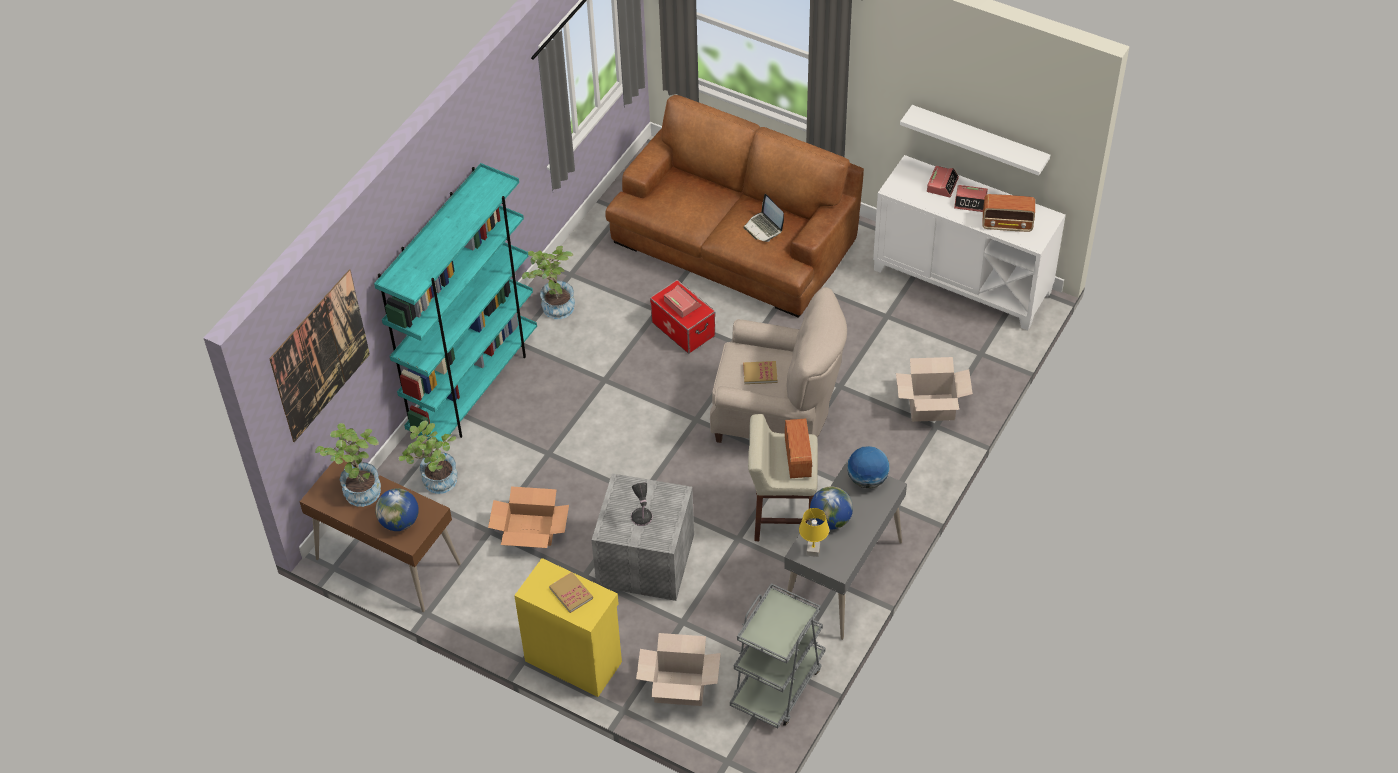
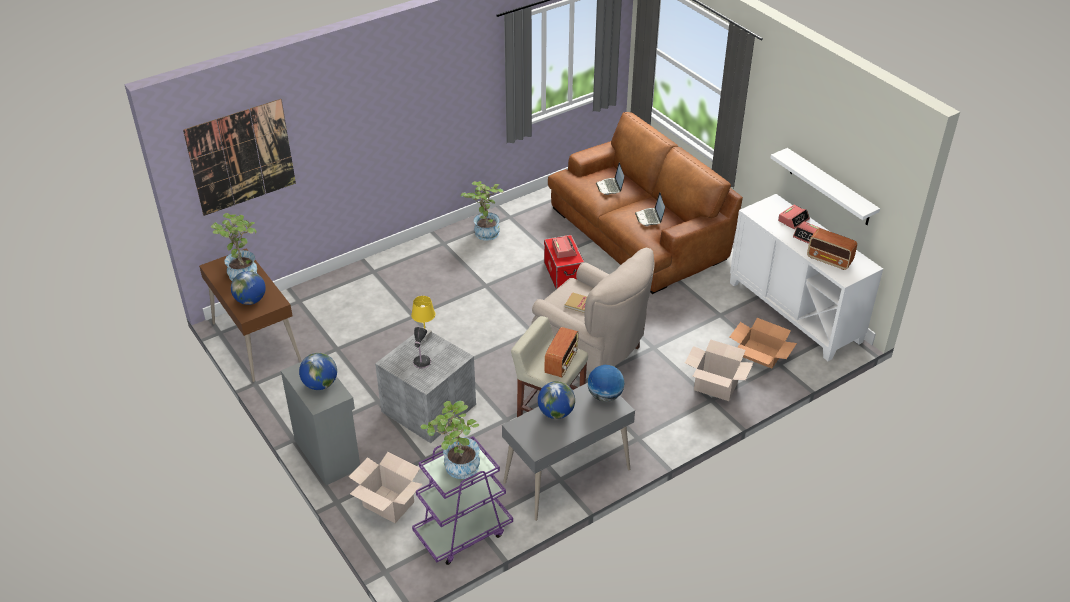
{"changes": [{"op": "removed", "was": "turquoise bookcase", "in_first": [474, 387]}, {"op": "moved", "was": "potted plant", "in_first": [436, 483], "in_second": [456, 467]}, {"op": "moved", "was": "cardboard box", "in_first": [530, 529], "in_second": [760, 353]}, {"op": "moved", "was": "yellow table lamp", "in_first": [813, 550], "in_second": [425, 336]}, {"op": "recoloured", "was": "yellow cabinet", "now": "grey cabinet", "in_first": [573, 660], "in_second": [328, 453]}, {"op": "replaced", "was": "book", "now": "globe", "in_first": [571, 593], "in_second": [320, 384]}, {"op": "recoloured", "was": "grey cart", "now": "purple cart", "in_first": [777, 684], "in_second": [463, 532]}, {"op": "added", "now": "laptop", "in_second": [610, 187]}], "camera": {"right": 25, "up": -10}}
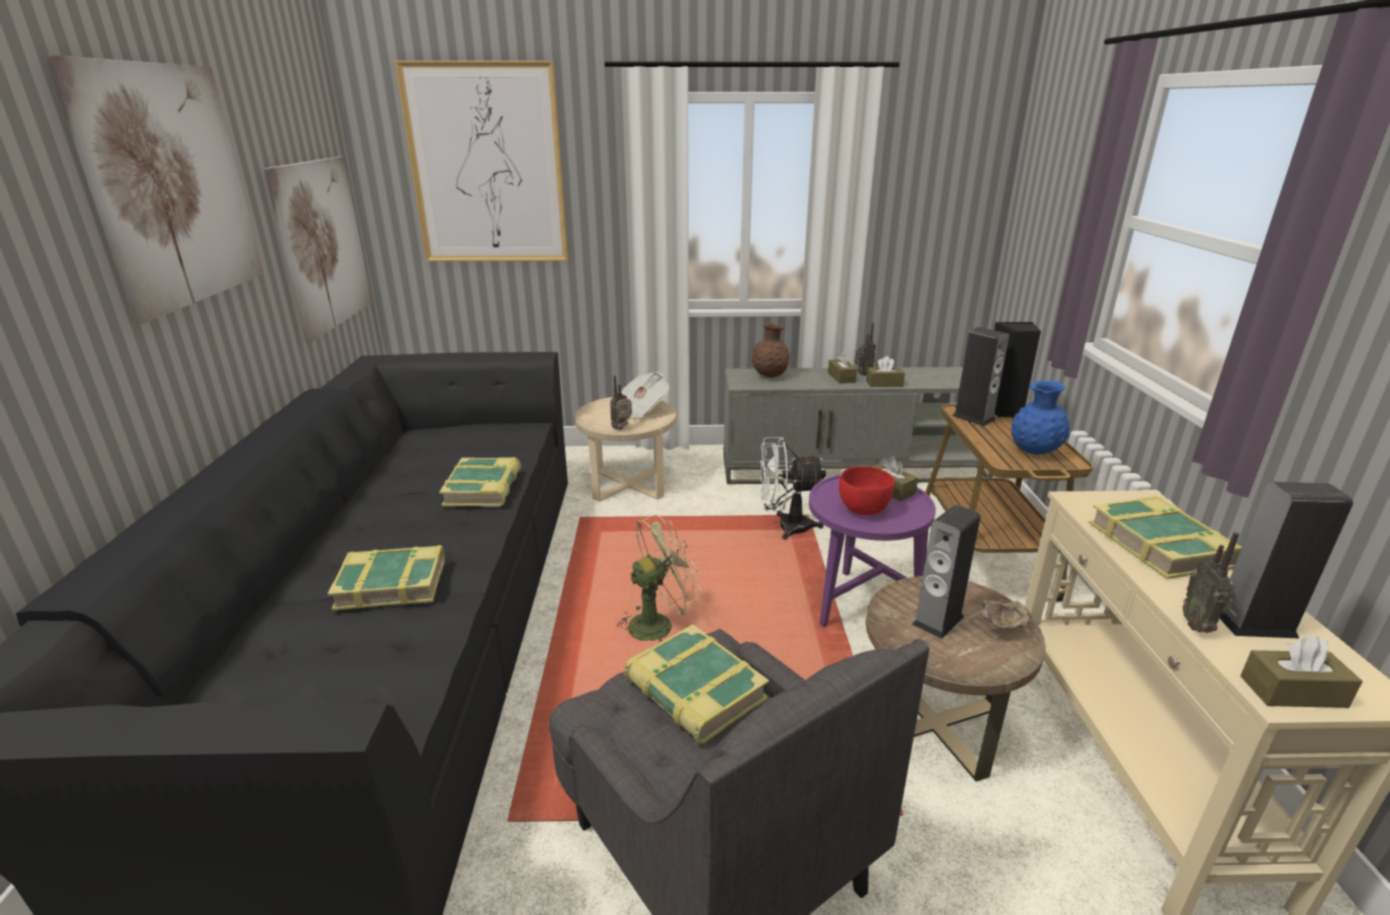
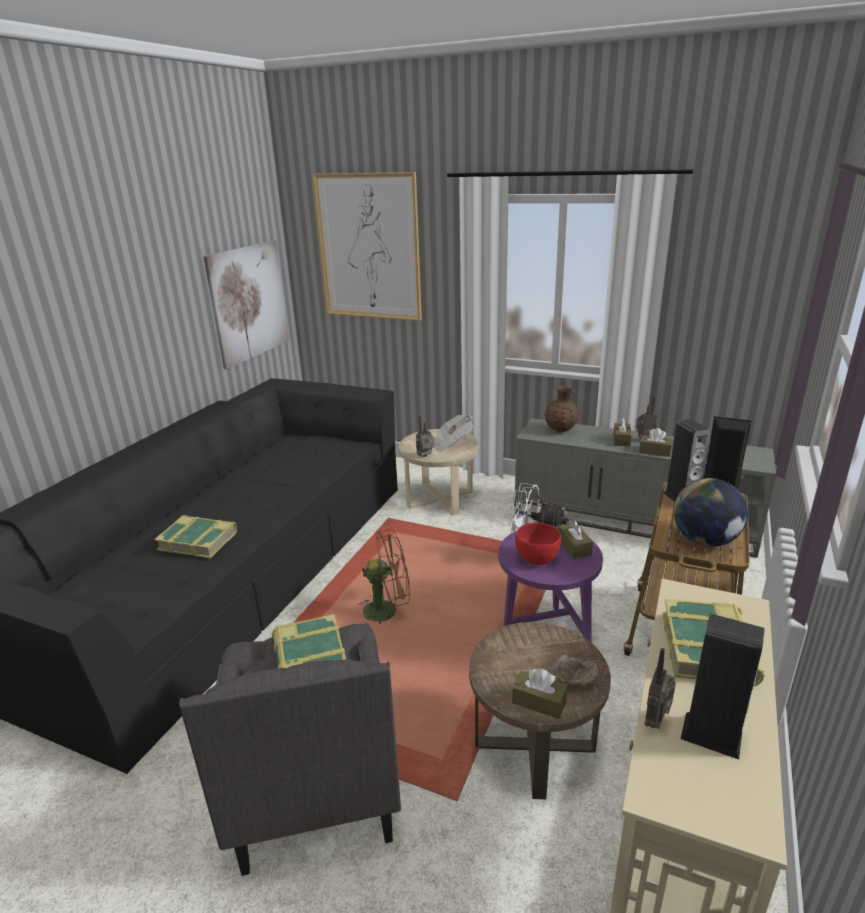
{"changes": [{"op": "removed", "was": "picture", "in_first": [172, 186]}, {"op": "replaced", "was": "blue vase", "now": "globe", "in_first": [1034, 452], "in_second": [705, 540]}, {"op": "removed", "was": "book", "in_first": [484, 489]}, {"op": "removed", "was": "speaker", "in_first": [938, 620]}, {"op": "recoloured", "was": "green fan", "now": "brown fan", "in_first": [658, 623], "in_second": [387, 610]}, {"op": "moved", "was": "brown tissue box", "in_first": [1292, 692], "in_second": [539, 702]}], "camera": {"right": 25, "up": 0}}
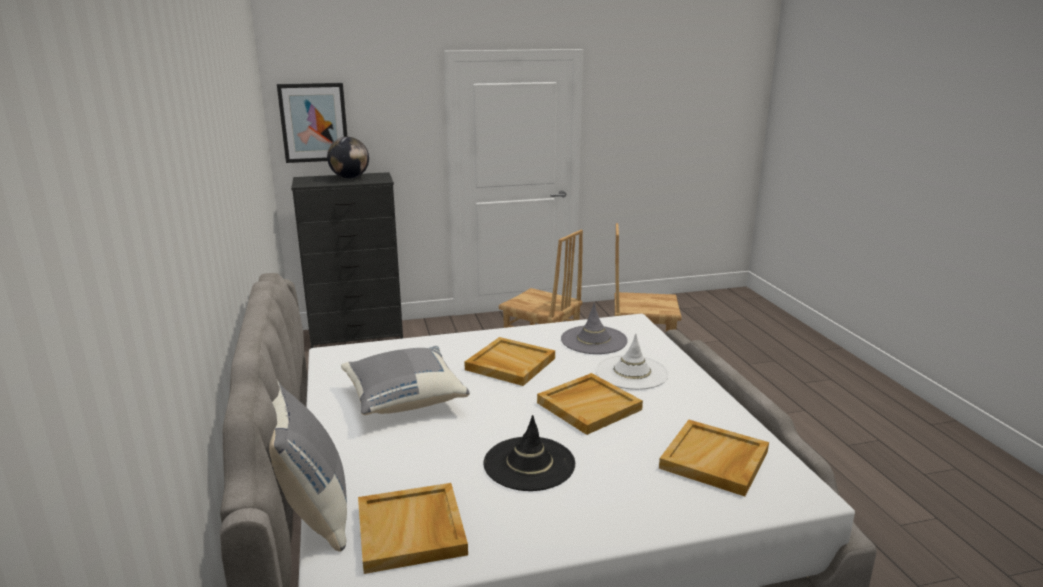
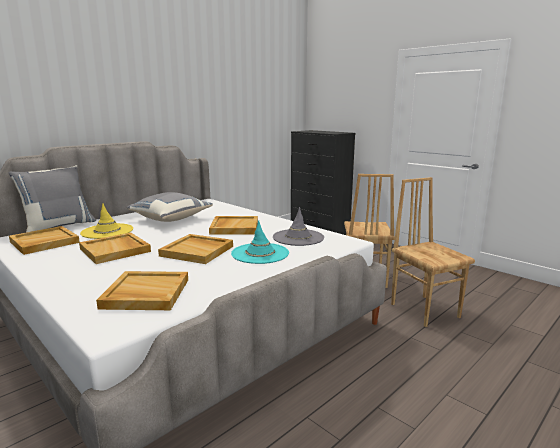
{"changes": [{"op": "removed", "was": "picture", "in_first": [314, 122]}, {"op": "removed", "was": "globe", "in_first": [350, 178]}, {"op": "recoloured", "was": "white hat", "now": "turquoise hat", "in_first": [631, 372], "in_second": [260, 253]}, {"op": "replaced", "was": "black hat", "now": "beige tray", "in_first": [529, 464], "in_second": [116, 250]}, {"op": "added", "now": "yellow hat", "in_second": [107, 231]}], "camera": {"right": 60, "up": -5}}
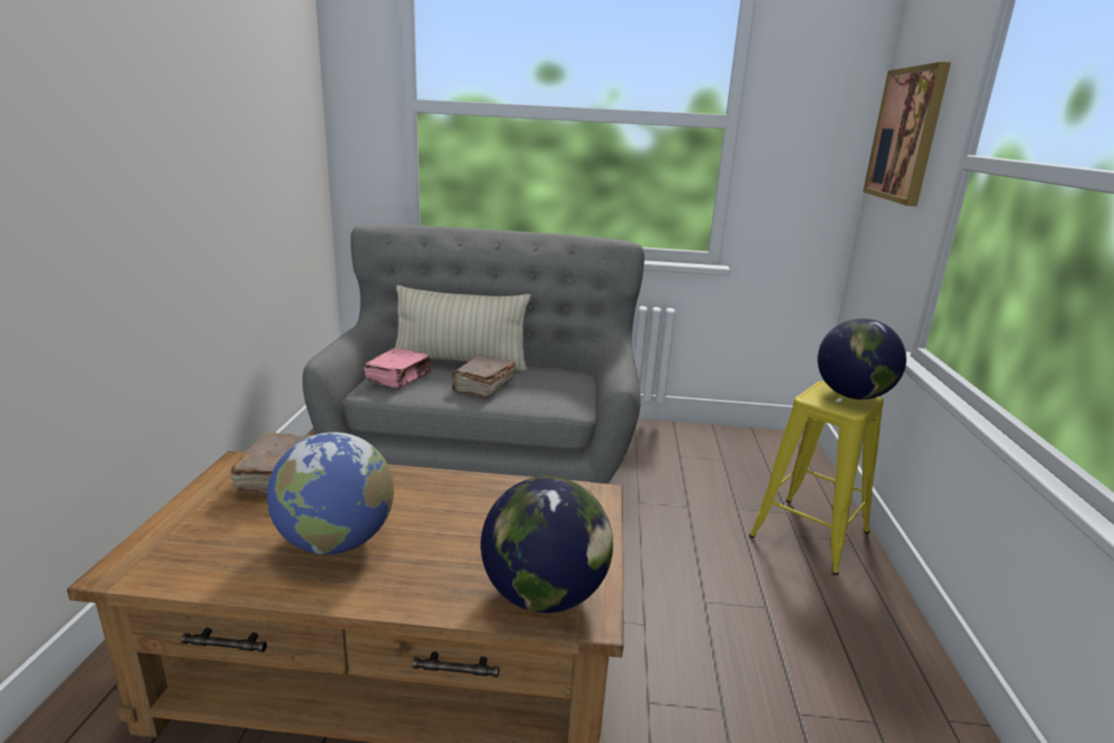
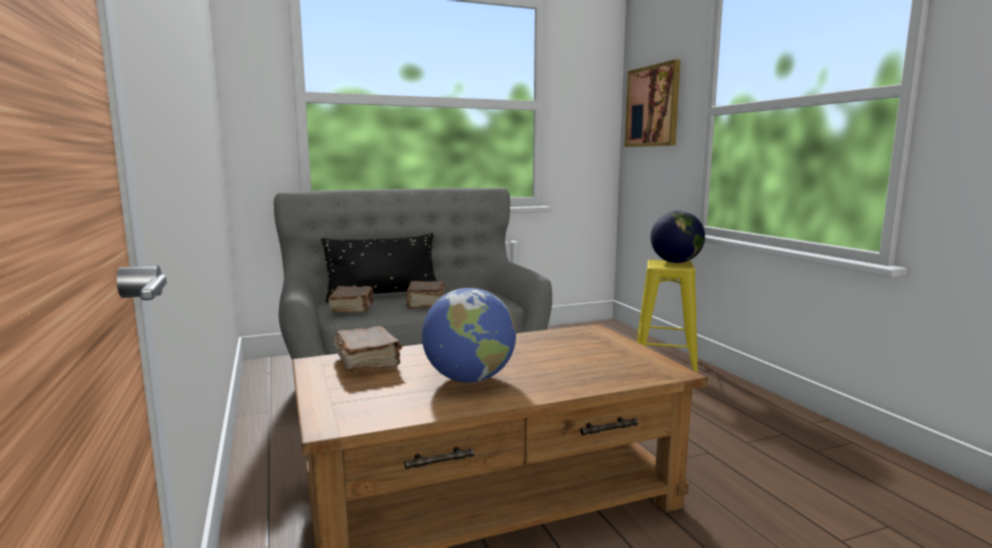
{"changes": [{"op": "recoloured", "was": "beige pillow", "now": "black pillow", "in_first": [460, 362], "in_second": [383, 296]}, {"op": "recoloured", "was": "pink book", "now": "brown book", "in_first": [399, 378], "in_second": [353, 309]}, {"op": "removed", "was": "globe", "in_first": [543, 596]}], "camera": {"right": -25, "up": -10}}
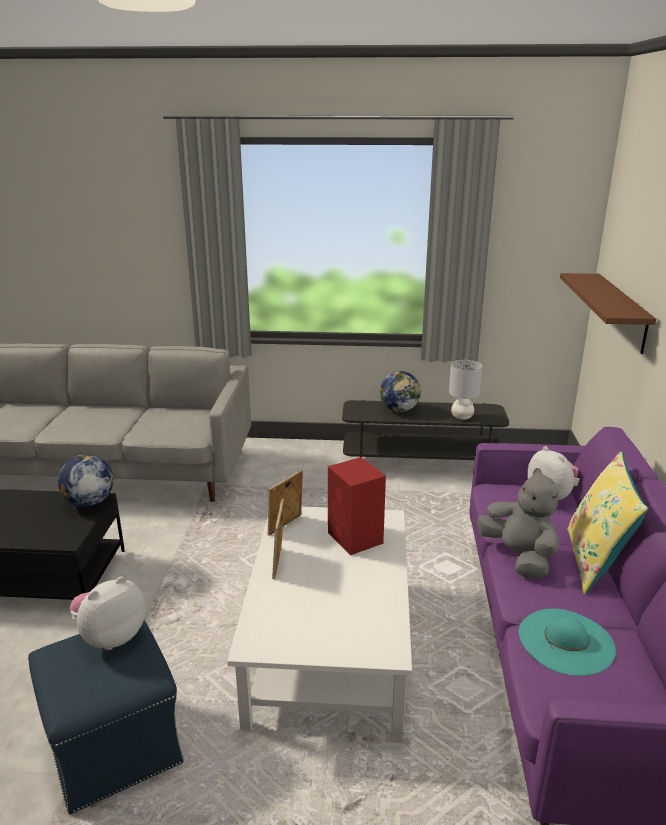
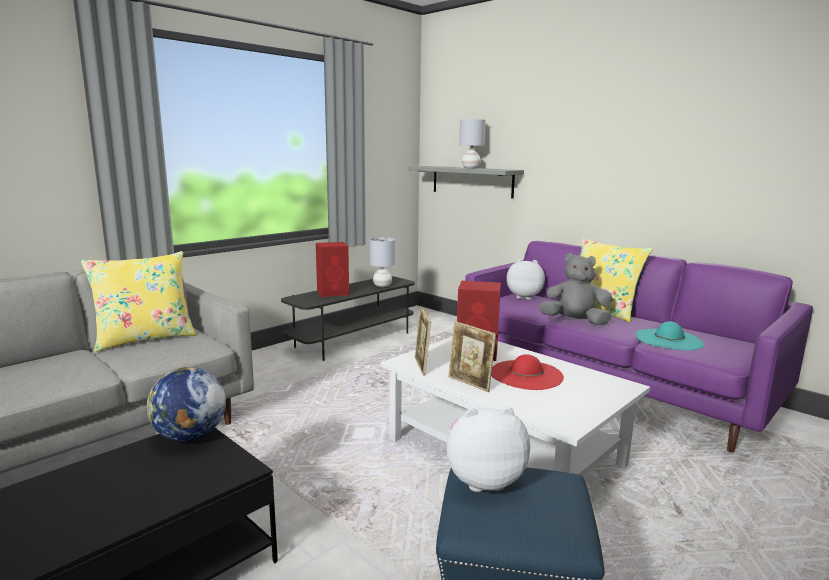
{"changes": [{"op": "recoloured", "was": "brown shelf", "now": "grey shelf", "in_first": [621, 312], "in_second": [472, 181]}, {"op": "replaced", "was": "globe", "now": "red speaker", "in_first": [399, 410], "in_second": [333, 292]}, {"op": "turned", "was": "plush toy", "in_first": [111, 636], "in_second": [483, 480], "clockwise": 90}, {"op": "added", "now": "grey table lamp", "in_second": [471, 168]}, {"op": "added", "now": "yellow pillow", "in_second": [145, 339]}, {"op": "added", "now": "red hat", "in_second": [526, 374]}], "camera": {"right": -50, "up": -10}}
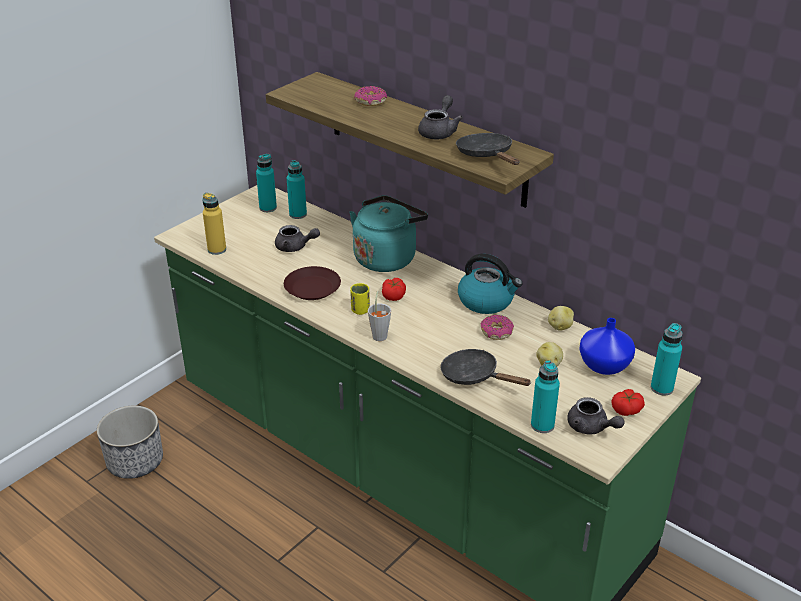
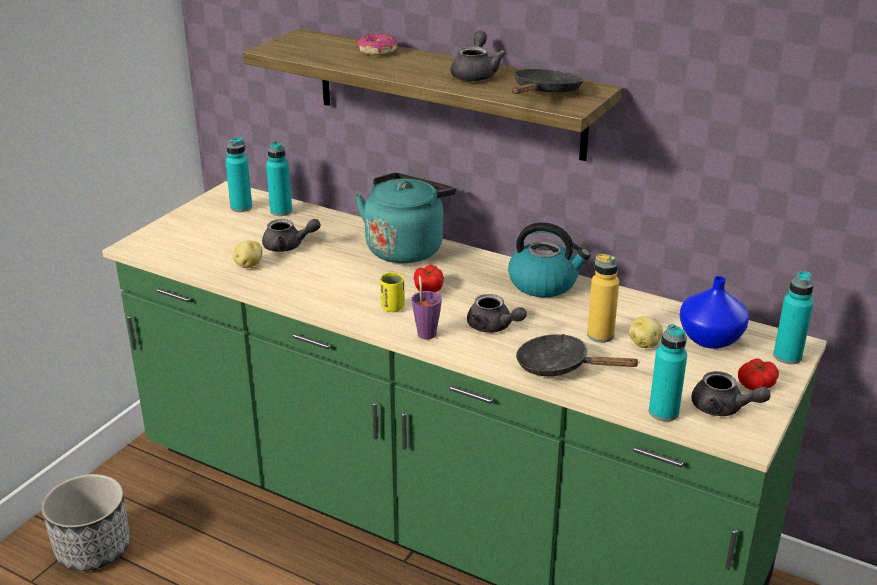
{"changes": [{"op": "turned", "was": "black frying pan", "in_first": [487, 155], "in_second": [544, 93], "clockwise": 60}, {"op": "moved", "was": "yellow bottle", "in_first": [217, 249], "in_second": [600, 335]}, {"op": "removed", "was": "brown plate", "in_first": [312, 288]}, {"op": "recoloured", "was": "grey cup", "now": "purple cup", "in_first": [380, 334], "in_second": [426, 331]}, {"op": "moved", "was": "potato", "in_first": [559, 326], "in_second": [248, 265]}, {"op": "removed", "was": "donut", "in_first": [496, 332]}, {"op": "added", "now": "grey teapot", "in_second": [493, 327]}], "camera": {"right": -10, "up": -5}}
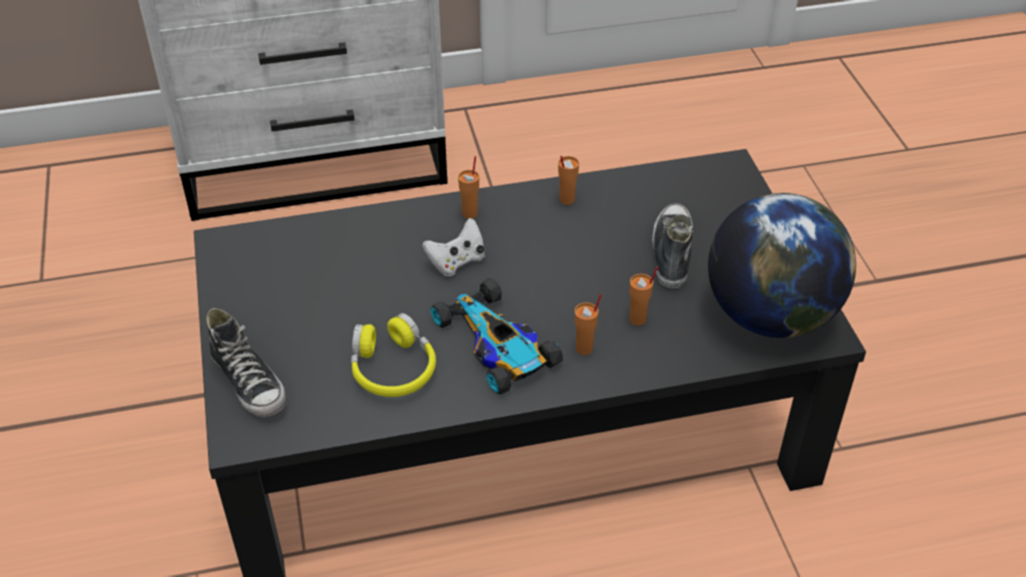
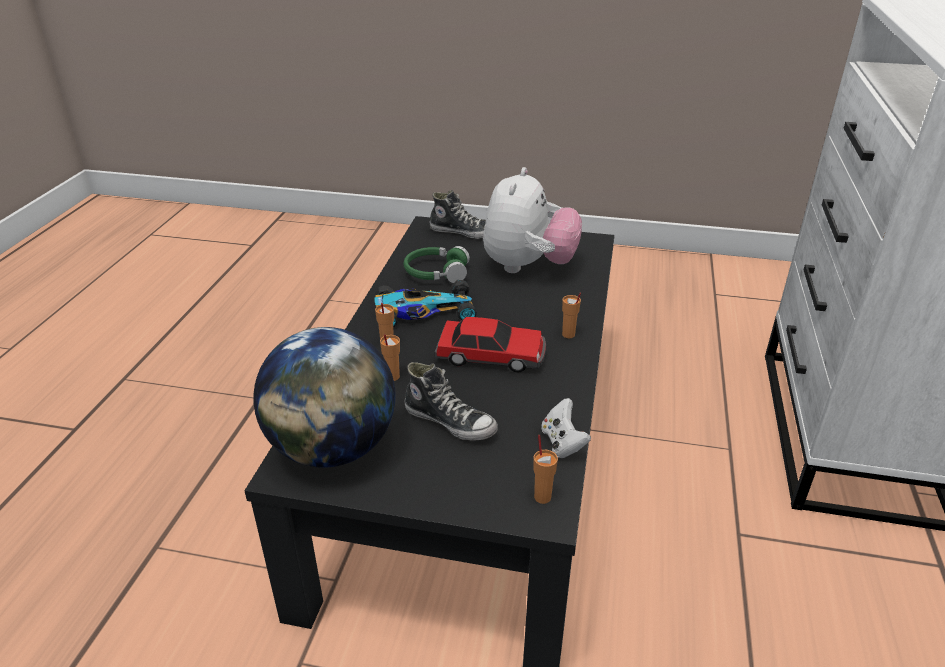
{"changes": [{"op": "moved", "was": "orange cup", "in_first": [566, 200], "in_second": [542, 496]}, {"op": "moved", "was": "white game controller", "in_first": [456, 262], "in_second": [562, 443]}, {"op": "turned", "was": "shoe", "in_first": [249, 383], "in_second": [464, 232], "clockwise": -150}, {"op": "recoloured", "was": "yellow headphones", "now": "green headphones", "in_first": [392, 368], "in_second": [436, 273]}, {"op": "added", "now": "plush toy", "in_second": [528, 266]}, {"op": "added", "now": "toy car", "in_second": [491, 356]}], "camera": {"right": 115, "up": -10}}
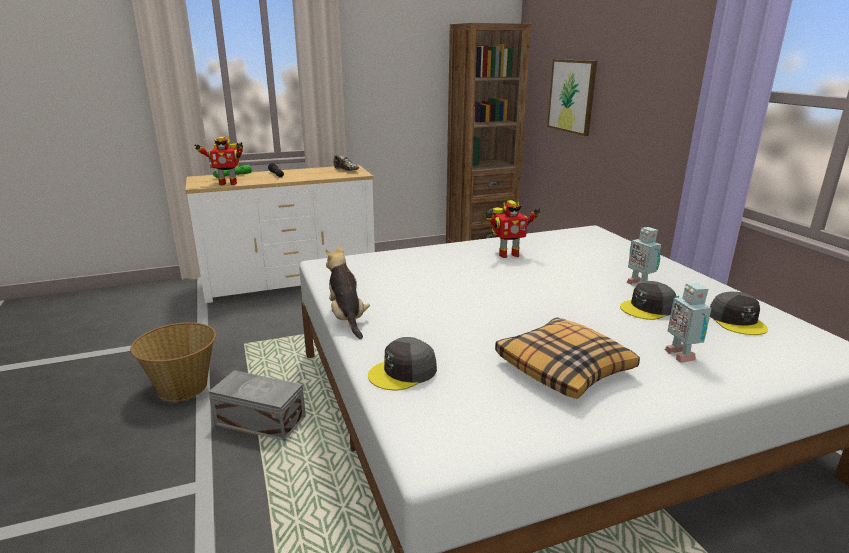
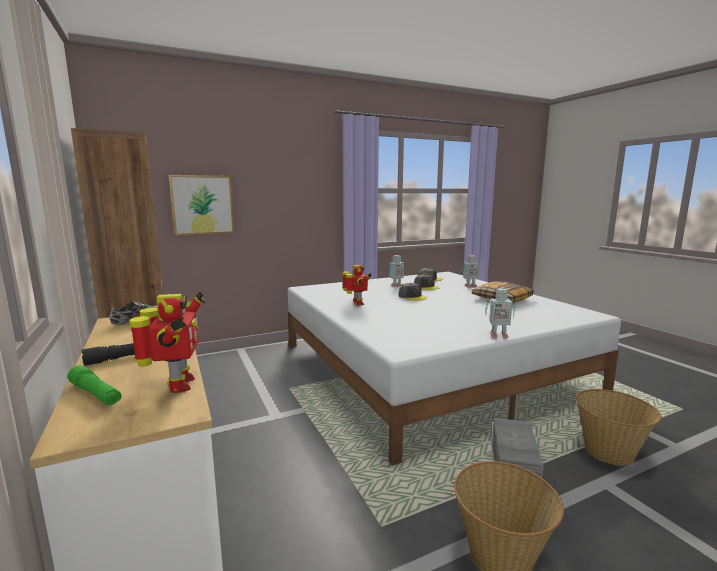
{"changes": [{"op": "replaced", "was": "plush toy", "now": "toy robot", "in_first": [347, 318], "in_second": [498, 335]}, {"op": "moved", "was": "grey cap", "in_first": [403, 372], "in_second": [412, 296]}, {"op": "added", "now": "basket", "in_second": [609, 451]}], "camera": {"right": -95, "up": -10}}
